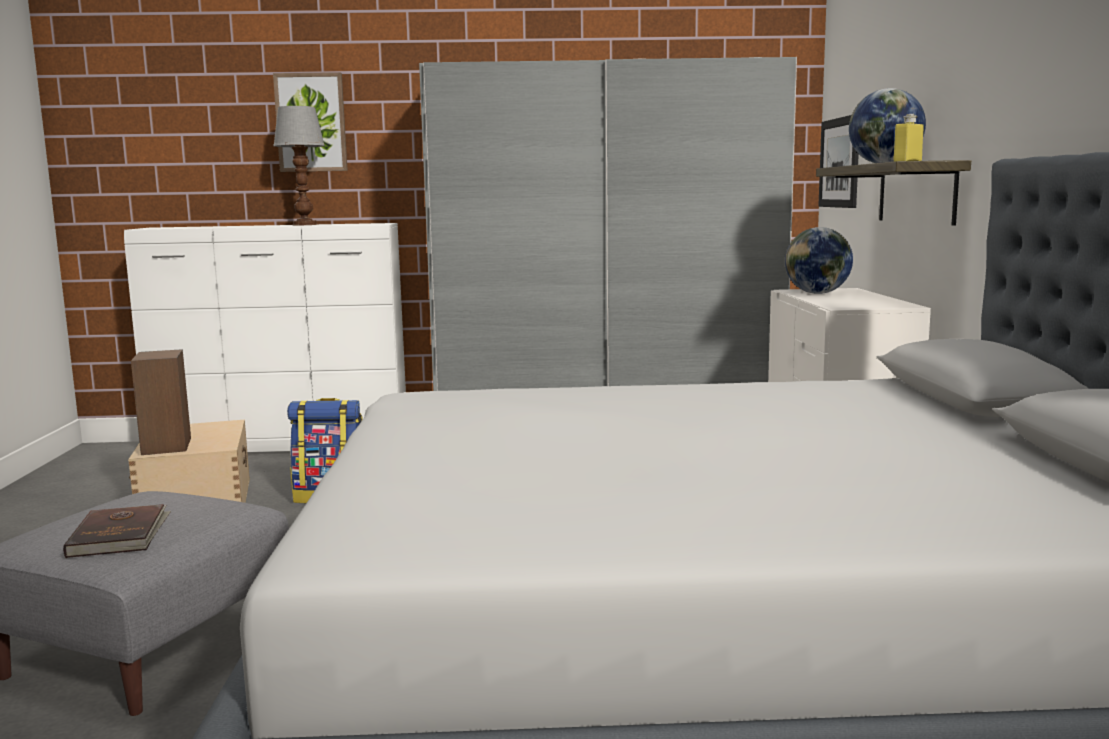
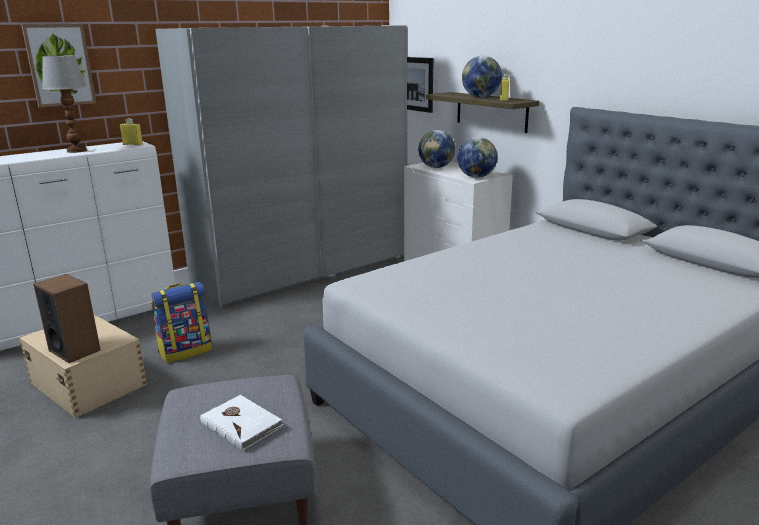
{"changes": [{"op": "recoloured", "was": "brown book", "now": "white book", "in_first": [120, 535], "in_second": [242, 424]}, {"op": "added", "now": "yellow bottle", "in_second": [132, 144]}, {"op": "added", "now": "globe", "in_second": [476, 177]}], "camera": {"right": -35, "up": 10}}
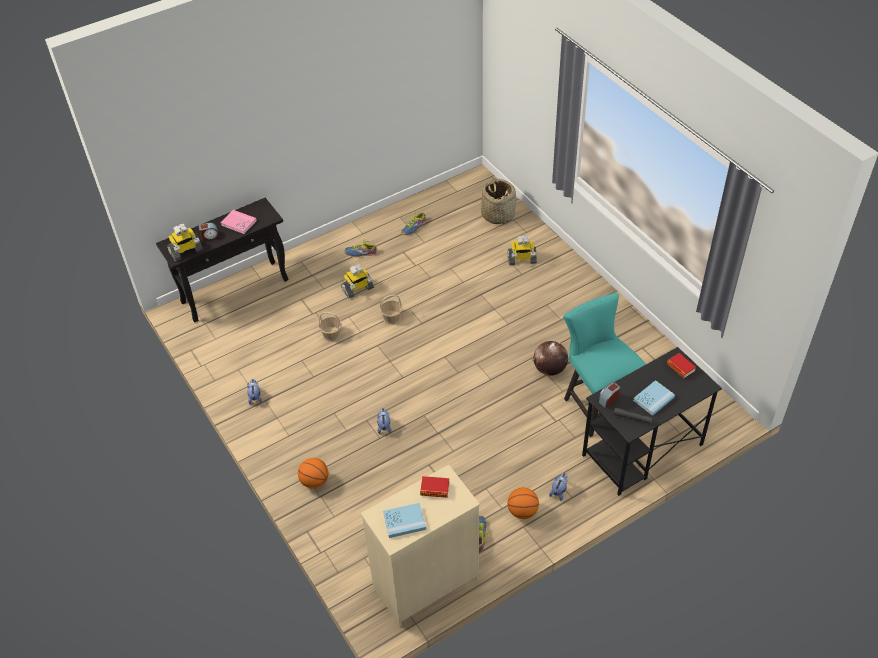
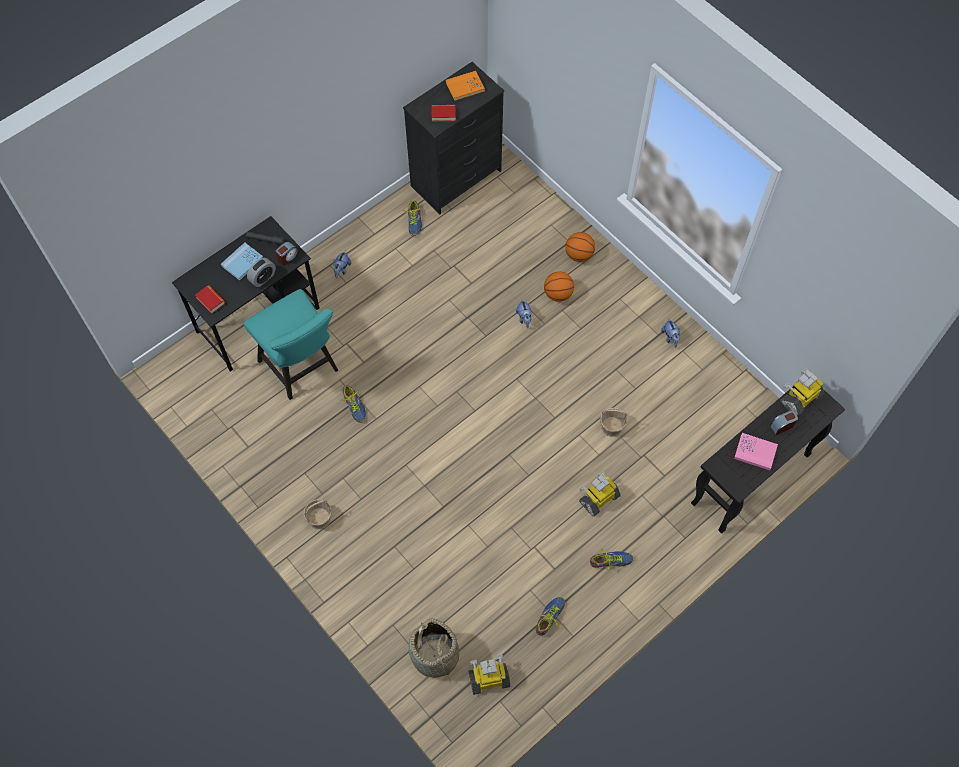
{"changes": [{"op": "moved", "was": "toy robot", "in_first": [521, 260], "in_second": [489, 678]}, {"op": "moved", "was": "basket", "in_first": [392, 318], "in_second": [319, 518]}, {"op": "replaced", "was": "globe", "now": "shoe", "in_first": [549, 369], "in_second": [354, 406]}, {"op": "recoloured", "was": "beige dresser", "now": "black dresser", "in_first": [425, 582], "in_second": [456, 179]}, {"op": "moved", "was": "basketball", "in_first": [522, 511], "in_second": [558, 294]}, {"op": "recoloured", "was": "blue book", "now": "orange book", "in_first": [404, 521], "in_second": [465, 87]}, {"op": "added", "now": "alarm clock", "in_second": [263, 278]}], "camera": {"right": 170, "up": 15}}
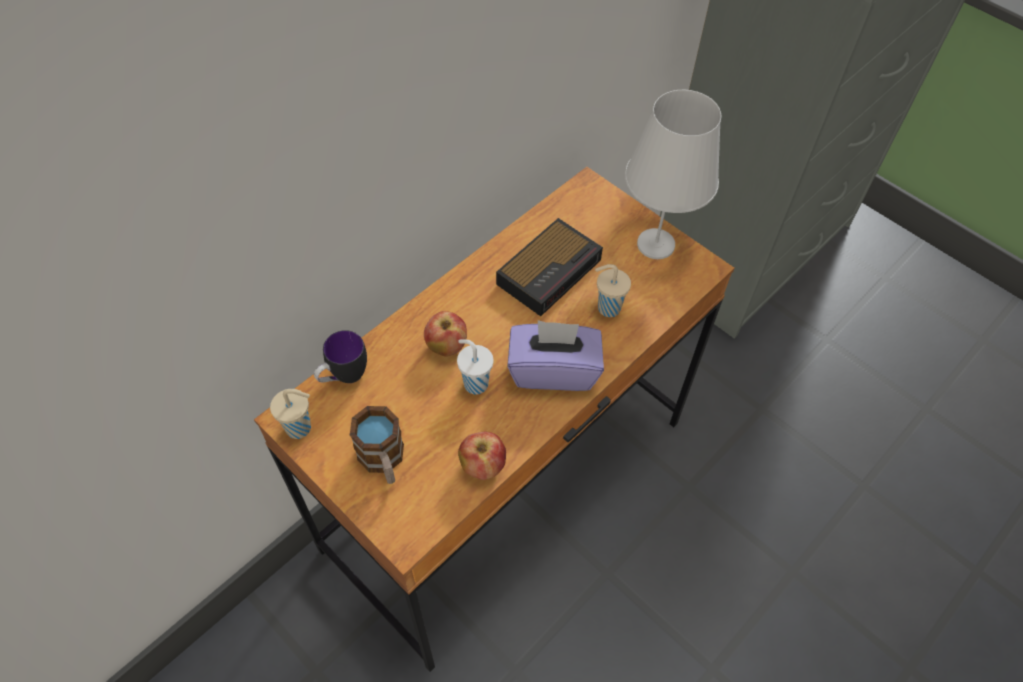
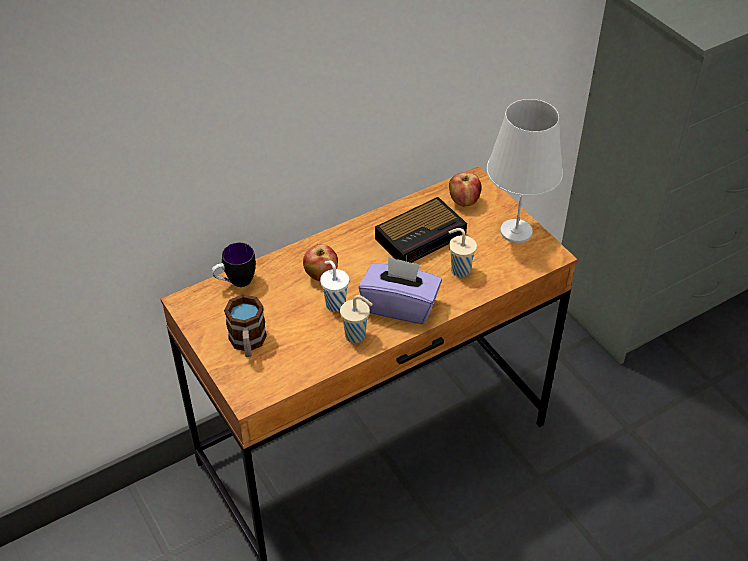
{"changes": [{"op": "moved", "was": "beige cup", "in_first": [300, 428], "in_second": [356, 336]}, {"op": "moved", "was": "apple", "in_first": [483, 466], "in_second": [464, 201]}], "camera": {"right": 15, "up": -10}}
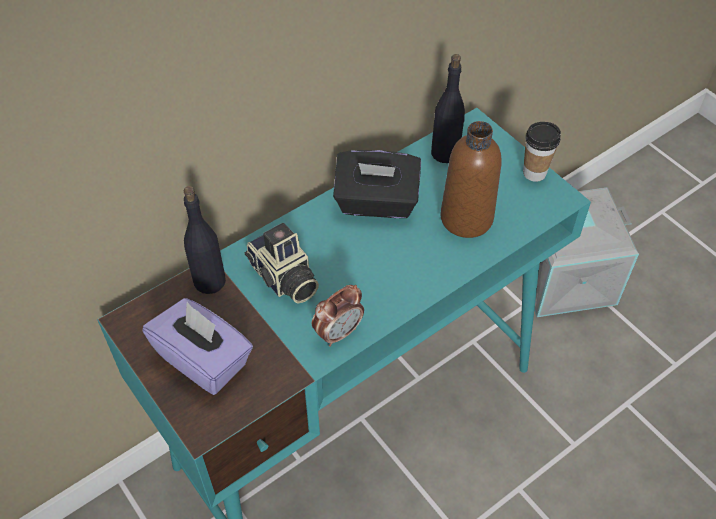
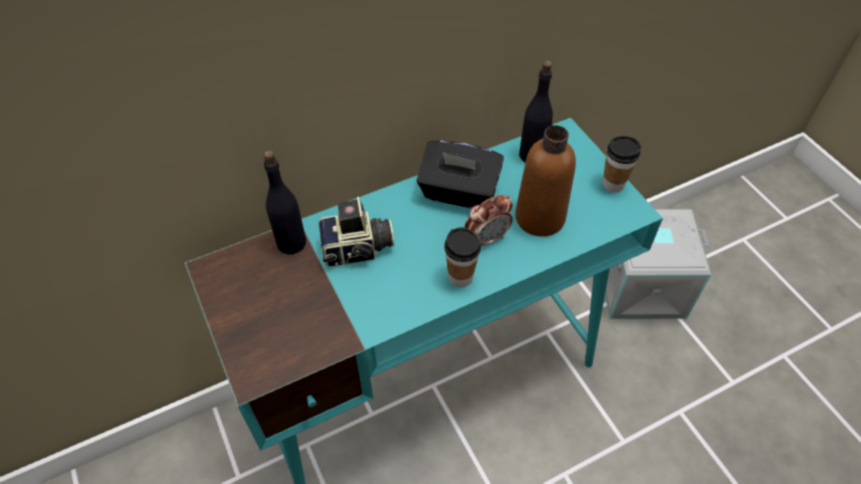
{"changes": [{"op": "turned", "was": "photo camera", "in_first": [283, 279], "in_second": [358, 250], "clockwise": -75}, {"op": "moved", "was": "alarm clock", "in_first": [338, 332], "in_second": [487, 238]}, {"op": "removed", "was": "purple tissue box", "in_first": [204, 360]}, {"op": "added", "now": "cup", "in_second": [460, 277]}], "camera": {"right": 10, "up": 0}}
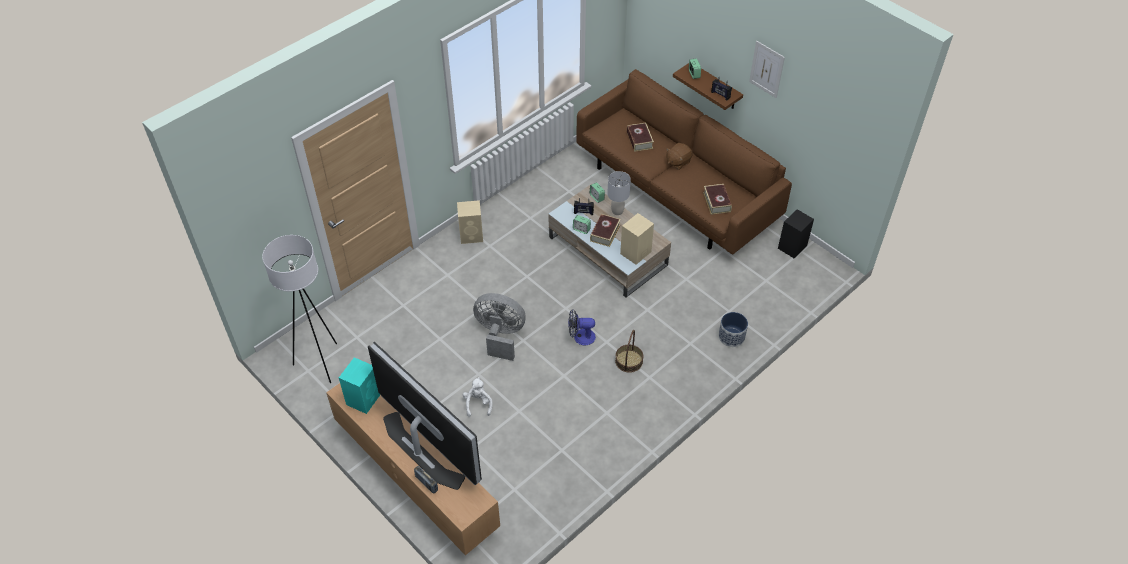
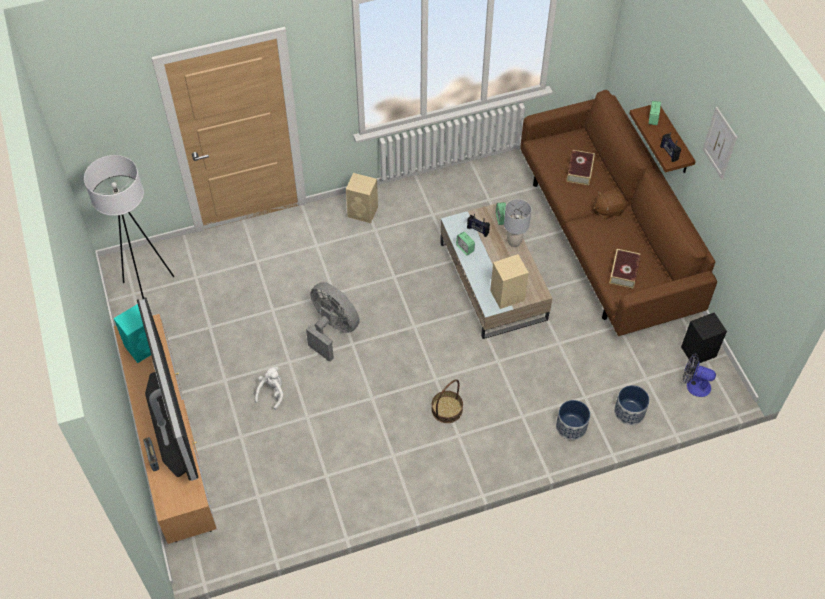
{"changes": [{"op": "removed", "was": "book", "in_first": [605, 233]}, {"op": "moved", "was": "fan", "in_first": [580, 337], "in_second": [694, 385]}, {"op": "added", "now": "planter", "in_second": [629, 412]}], "camera": {"right": 25, "up": 5}}
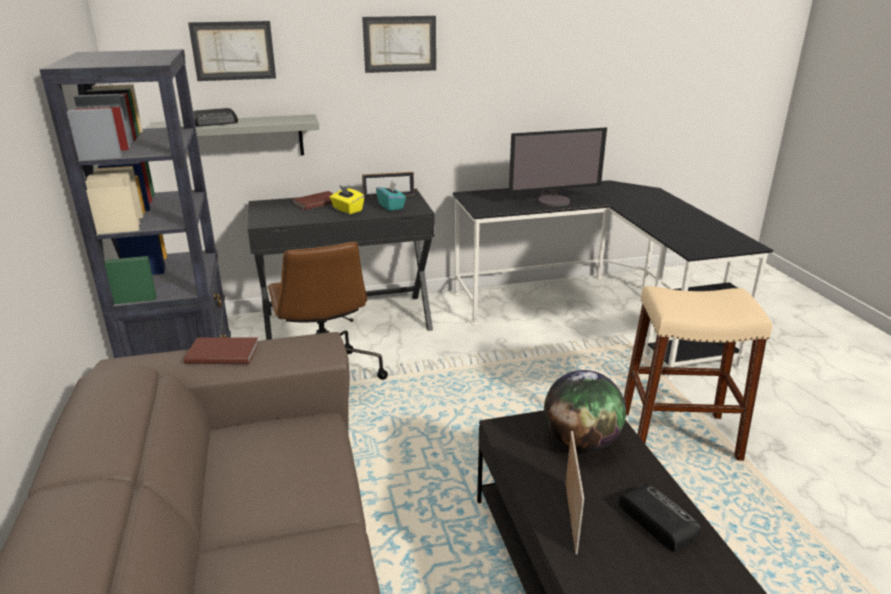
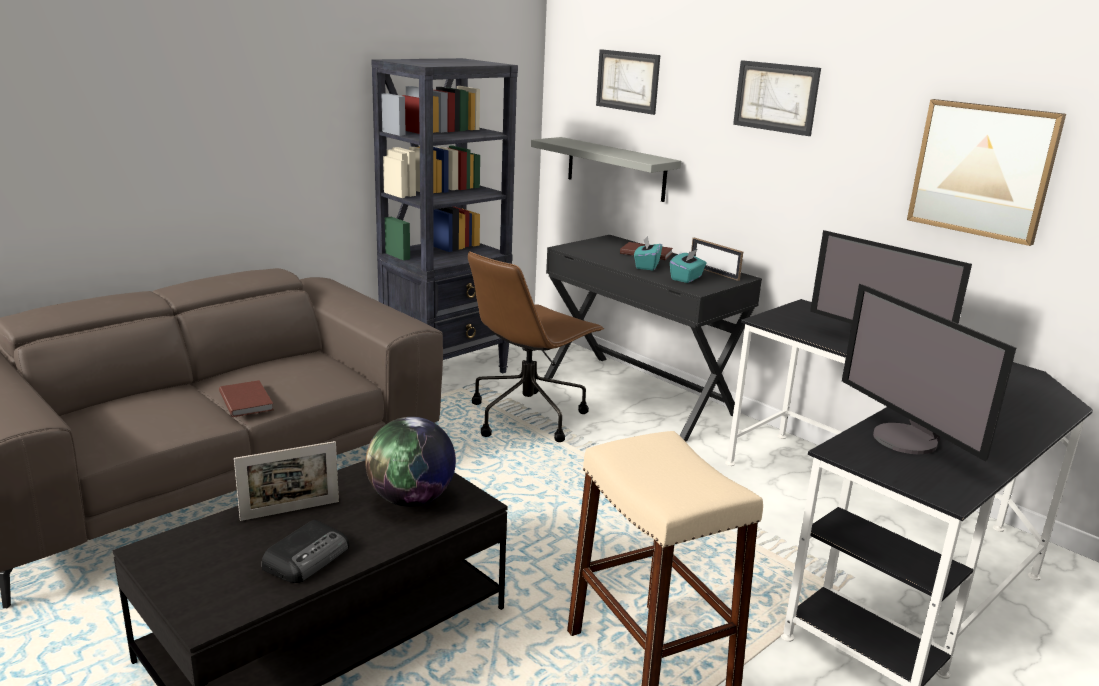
{"changes": [{"op": "removed", "was": "radio", "in_first": [215, 122]}, {"op": "recoloured", "was": "yellow tissue box", "now": "turquoise tissue box", "in_first": [347, 210], "in_second": [646, 266]}, {"op": "moved", "was": "brown book", "in_first": [222, 353], "in_second": [247, 400]}, {"op": "added", "now": "picture", "in_second": [982, 170]}, {"op": "added", "now": "monitor", "in_second": [907, 439]}], "camera": {"right": 60, "up": -5}}
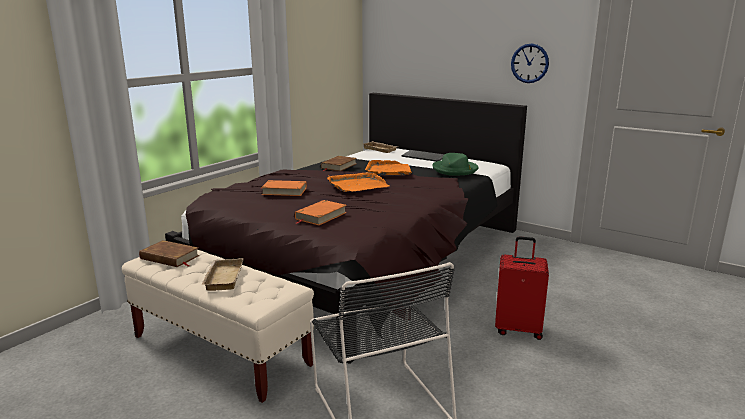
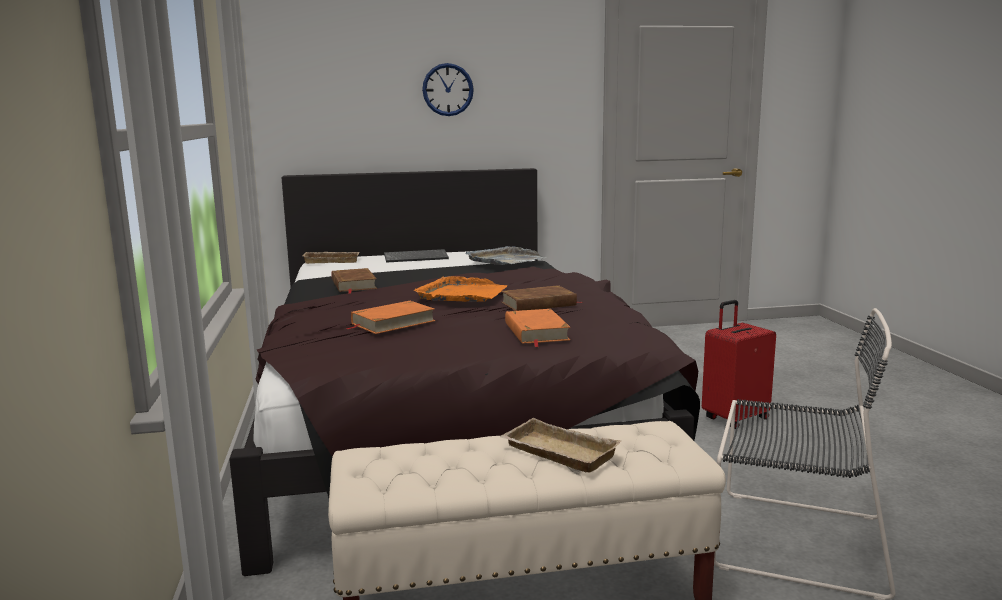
{"changes": [{"op": "moved", "was": "wall clock", "in_first": [529, 63], "in_second": [447, 89]}, {"op": "replaced", "was": "green hat", "now": "grey tray", "in_first": [455, 170], "in_second": [505, 260]}, {"op": "removed", "was": "orange tray", "in_first": [388, 170]}, {"op": "moved", "was": "brown book", "in_first": [170, 257], "in_second": [539, 304]}], "camera": {"right": -45, "up": -5}}
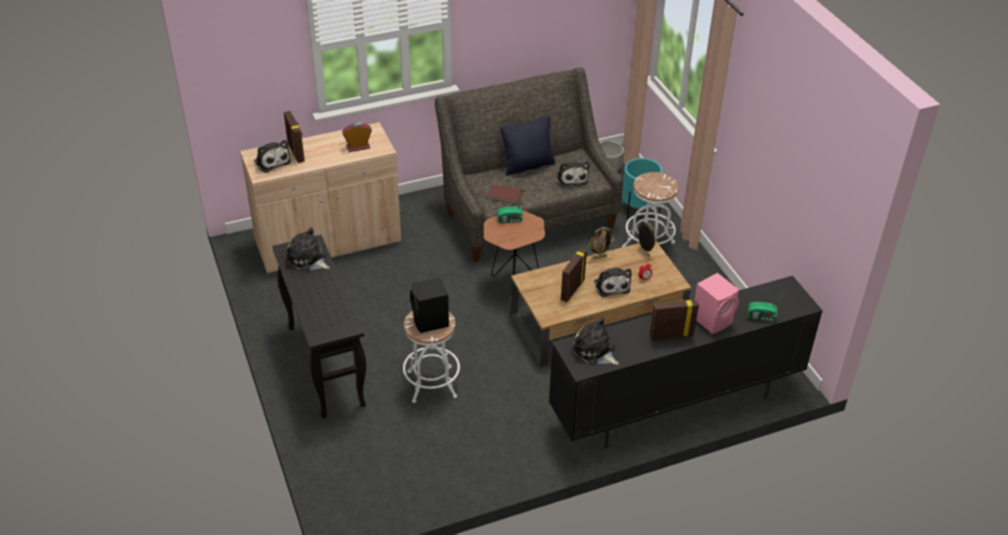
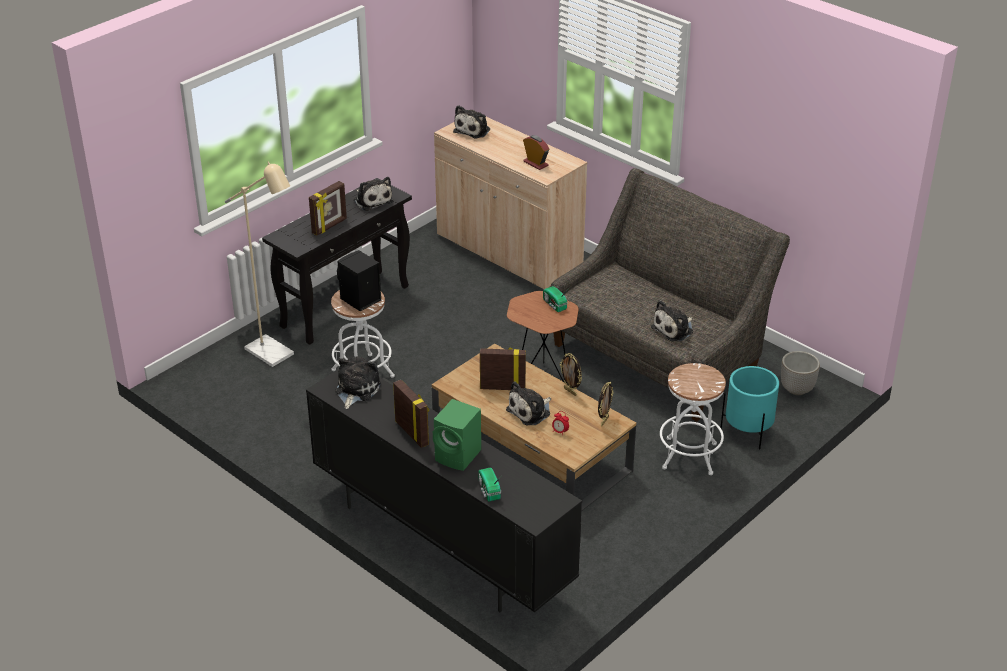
{"changes": [{"op": "moved", "was": "picture frame", "in_first": [296, 152], "in_second": [330, 226]}, {"op": "removed", "was": "black pillow", "in_first": [527, 165]}, {"op": "removed", "was": "brown book", "in_first": [505, 196]}, {"op": "turned", "was": "plush toy", "in_first": [308, 259], "in_second": [372, 200], "clockwise": 135}, {"op": "recoloured", "was": "pink speaker", "now": "green speaker", "in_first": [713, 319], "in_second": [459, 456]}, {"op": "added", "now": "beige floor lamp", "in_second": [275, 355]}], "camera": {"right": 65, "up": -5}}
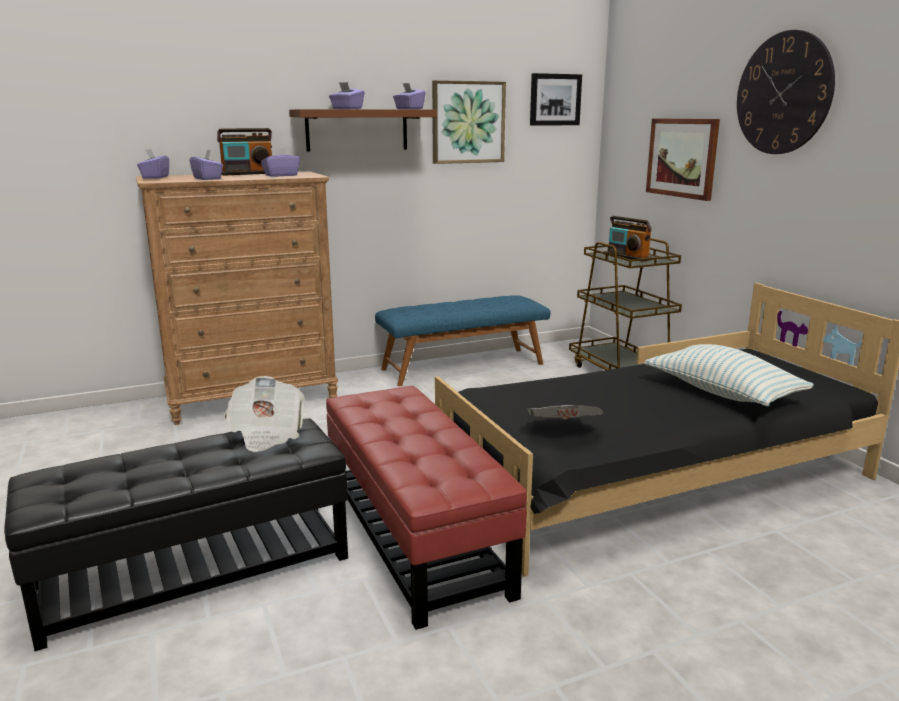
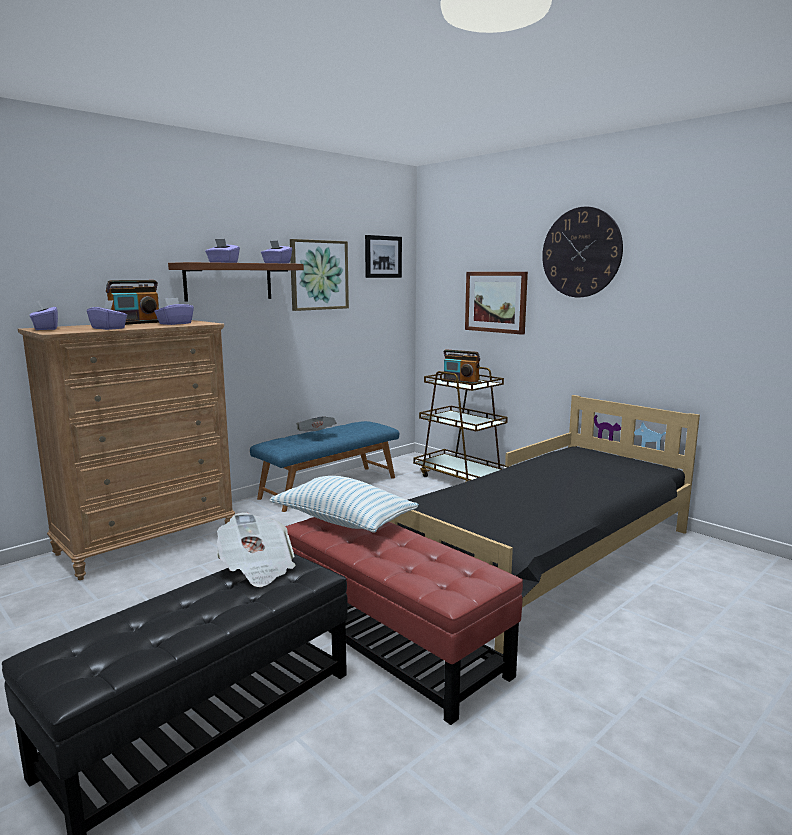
{"changes": [{"op": "moved", "was": "pillow", "in_first": [722, 393], "in_second": [343, 521]}, {"op": "moved", "was": "newspaper", "in_first": [564, 432], "in_second": [316, 435]}], "camera": {"right": -20, "up": -5}}
